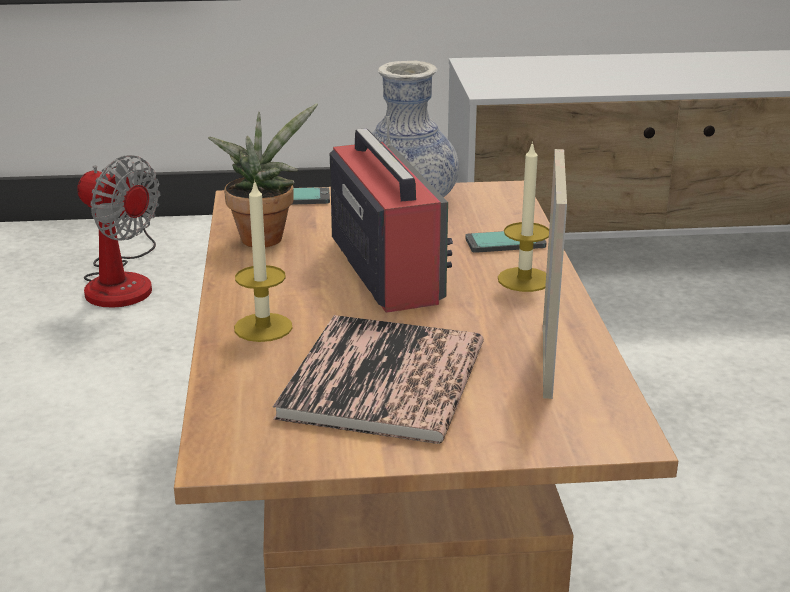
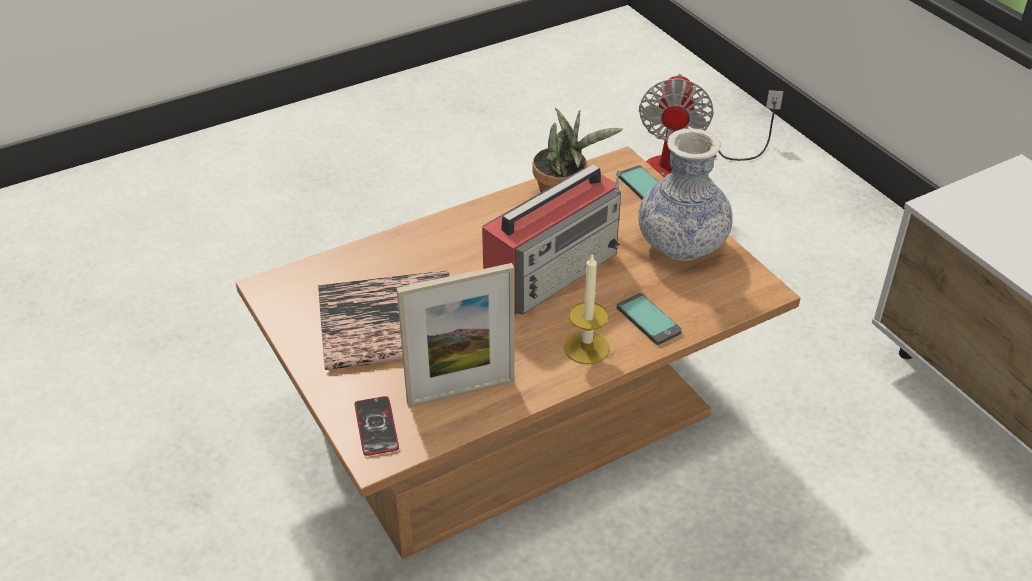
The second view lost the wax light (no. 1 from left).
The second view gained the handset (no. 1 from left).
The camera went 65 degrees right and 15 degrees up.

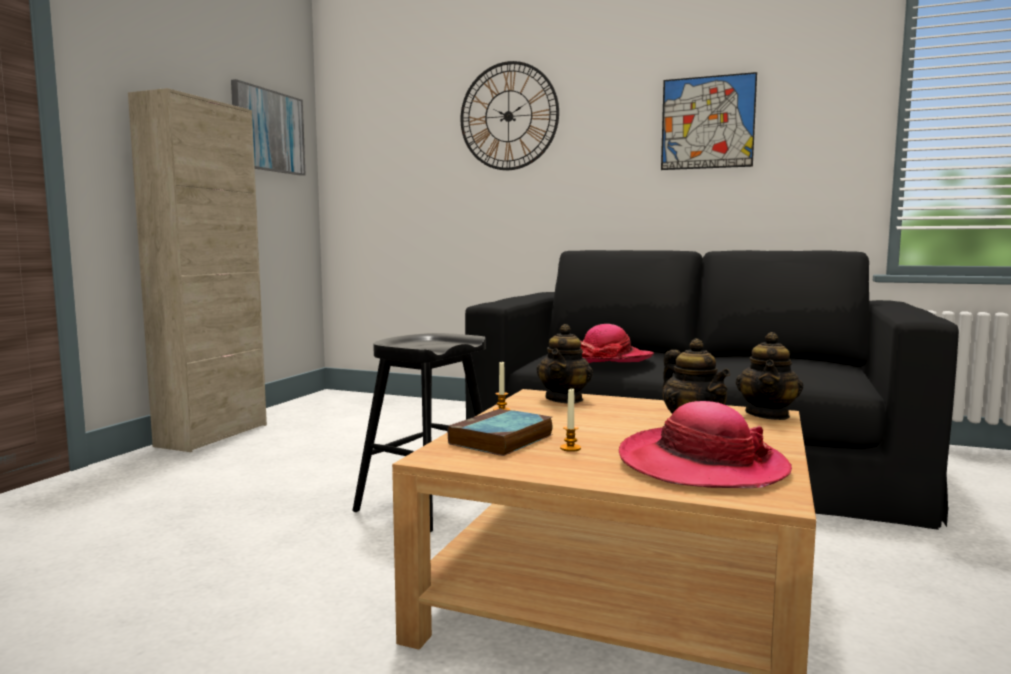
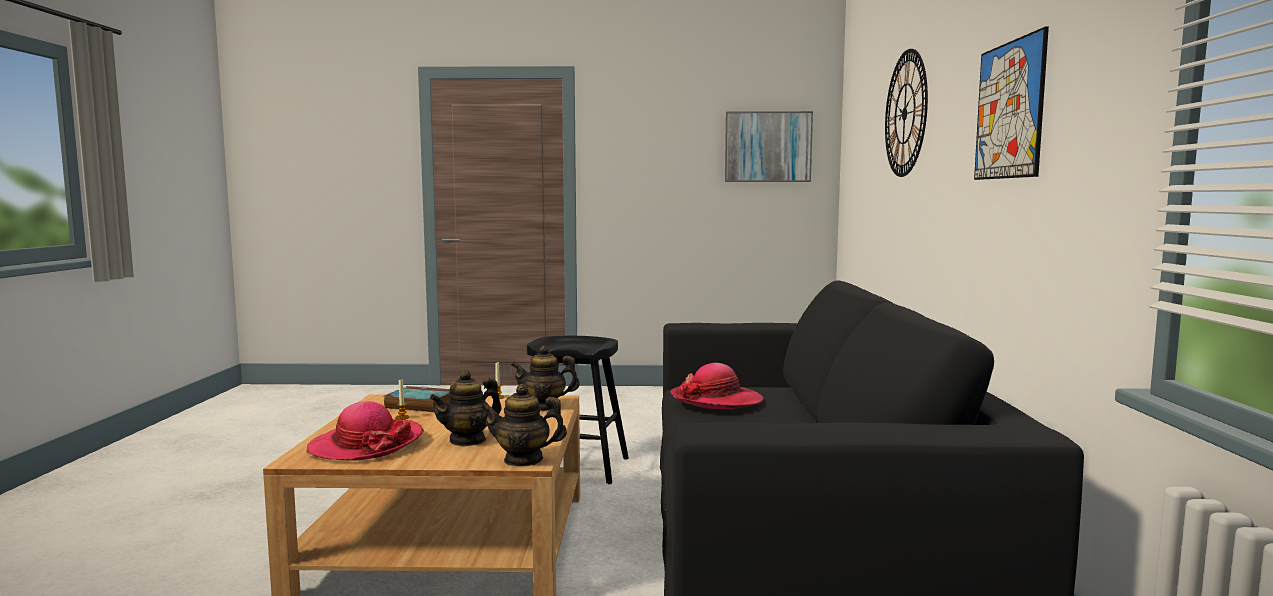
The second view lost the beige-coloured cupboard.
The camera went 70 degrees right and 0 degrees up.

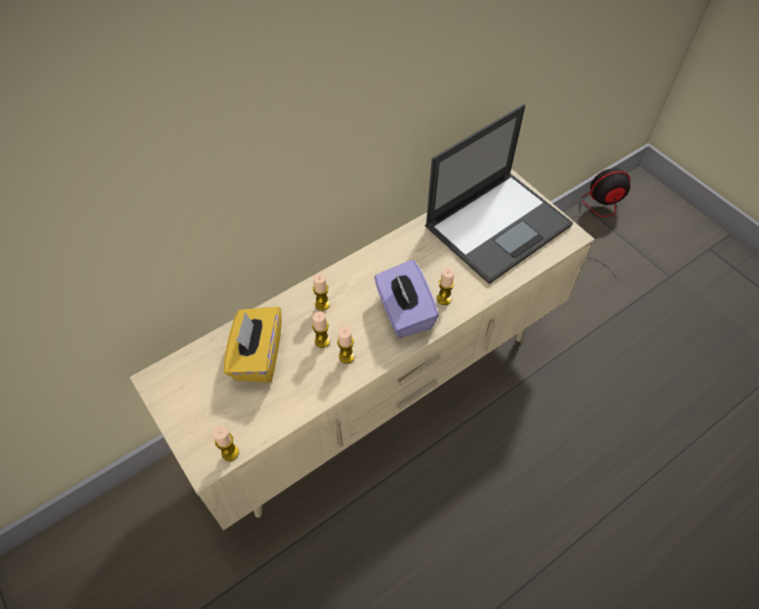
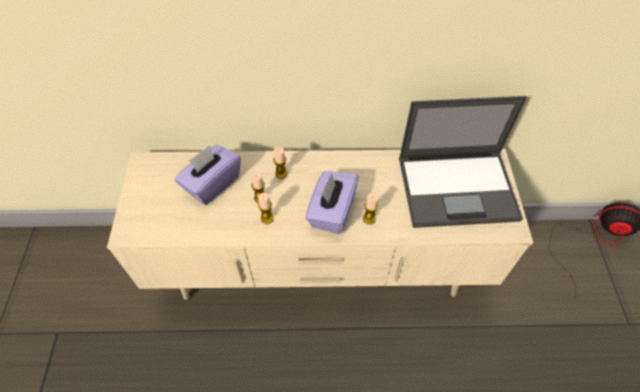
The second view lost the wax light (no. 1 from left).
What was the yellow-coloured box of tissues turned into the purple box of tissues (no. 1 from left).
The camera went 35 degrees right and 0 degrees up.

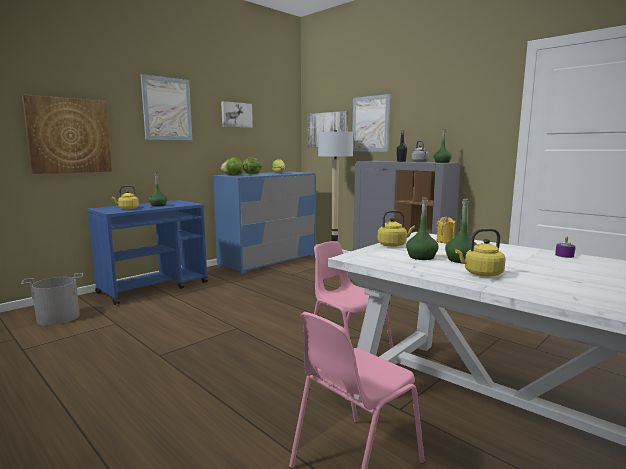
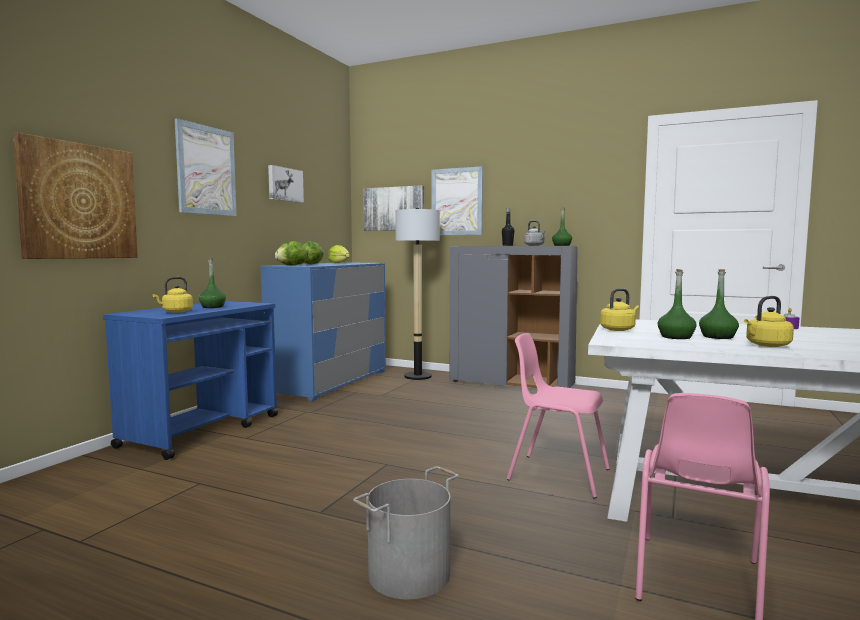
The second view lost the yellow-coloured wax light.
The greyish bucket ended up elsewhere.
The camera went 20 degrees left and 5 degrees down.

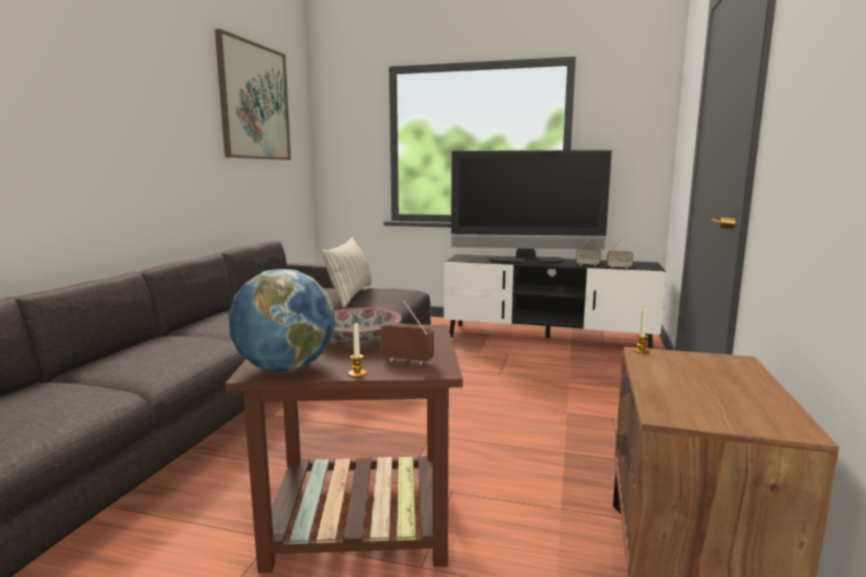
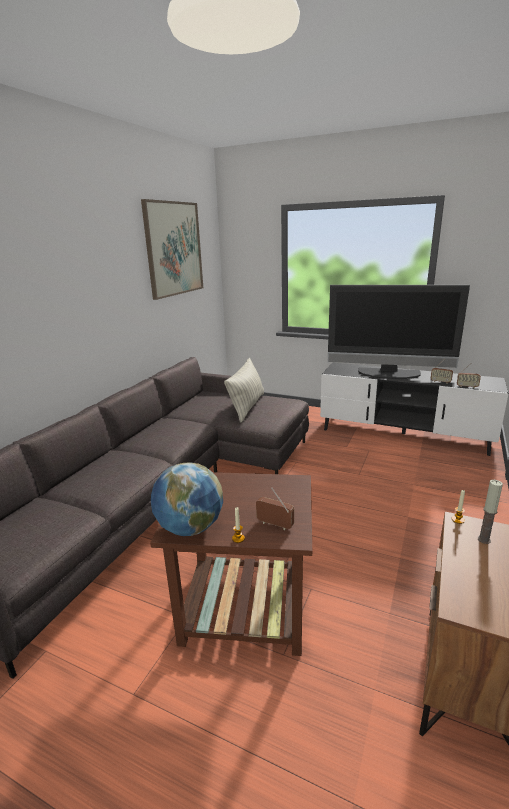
The second view lost the deep dish.
The second view gained the wax light (no. 3 from left).
The camera went 10 degrees right and 10 degrees up.

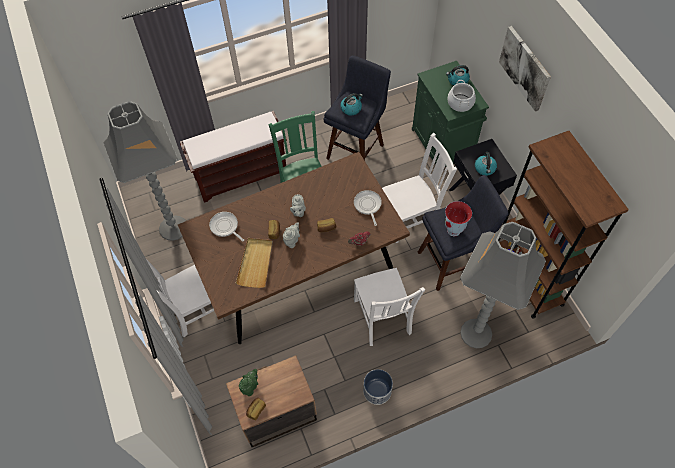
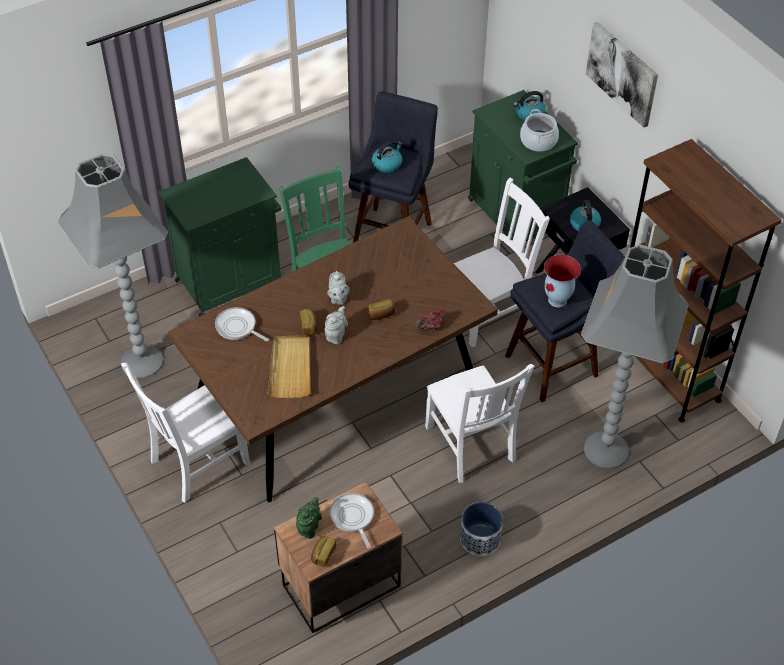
The skillet (no. 2 from left) ended up elsewhere.
Where the brown long seat stood, the greenish cupboard (no. 1 from left) came to stand.
The camera went 10 degrees left and 10 degrees down.

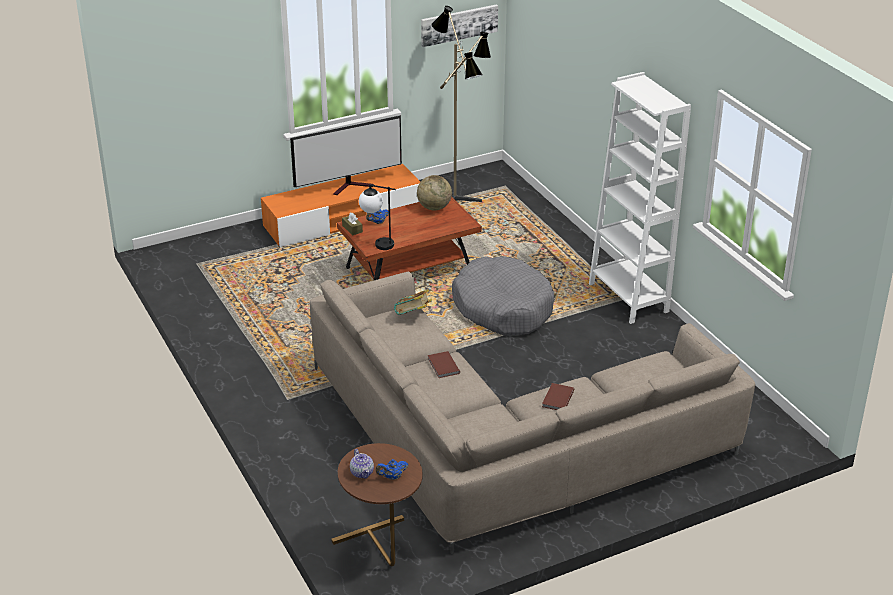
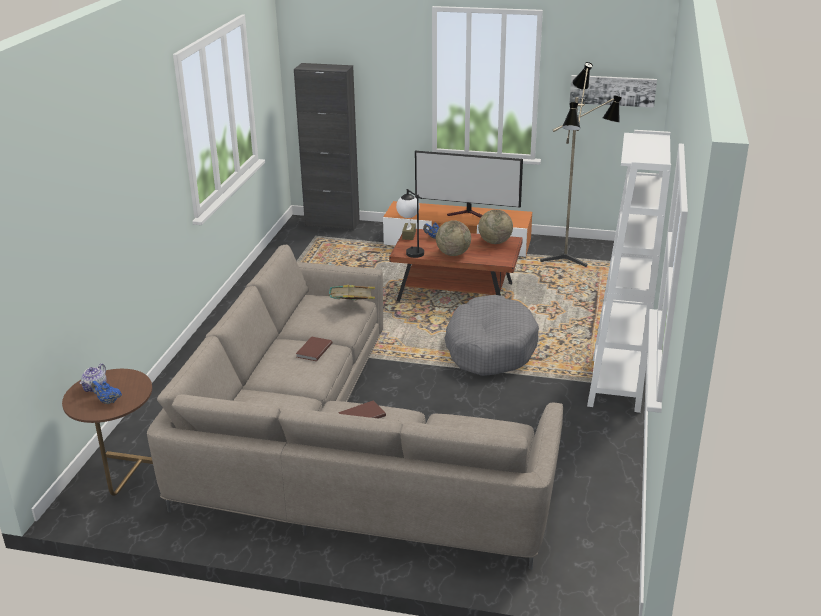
The second view gained the black-coloured cupboard.
The second view gained the desk globe (no. 1 from left).
The camera went 40 degrees right and 5 degrees down.

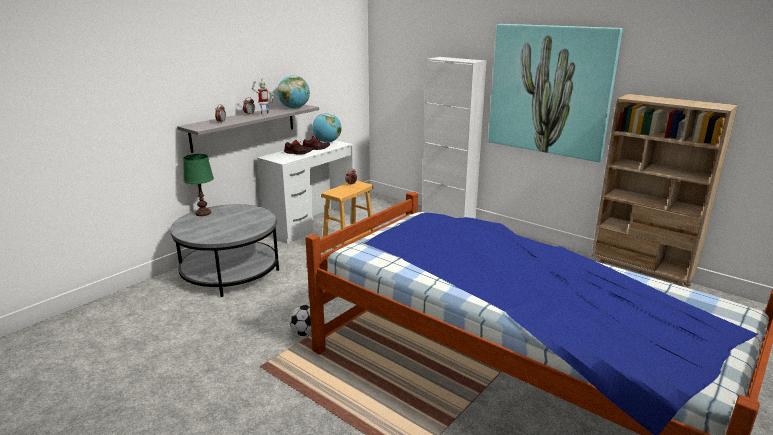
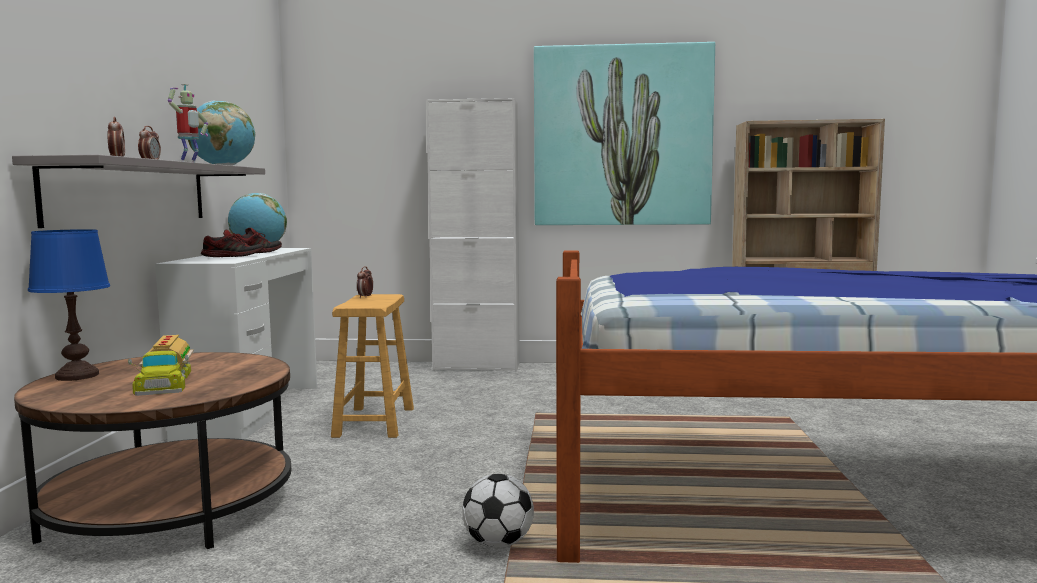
The second view gained the toy lorry.
What was the greyish lounge table turned into the brown lounge table.
What was the greenish lamp for a table turned into the bluish lamp for a table.
The camera went 35 degrees left and 15 degrees down.

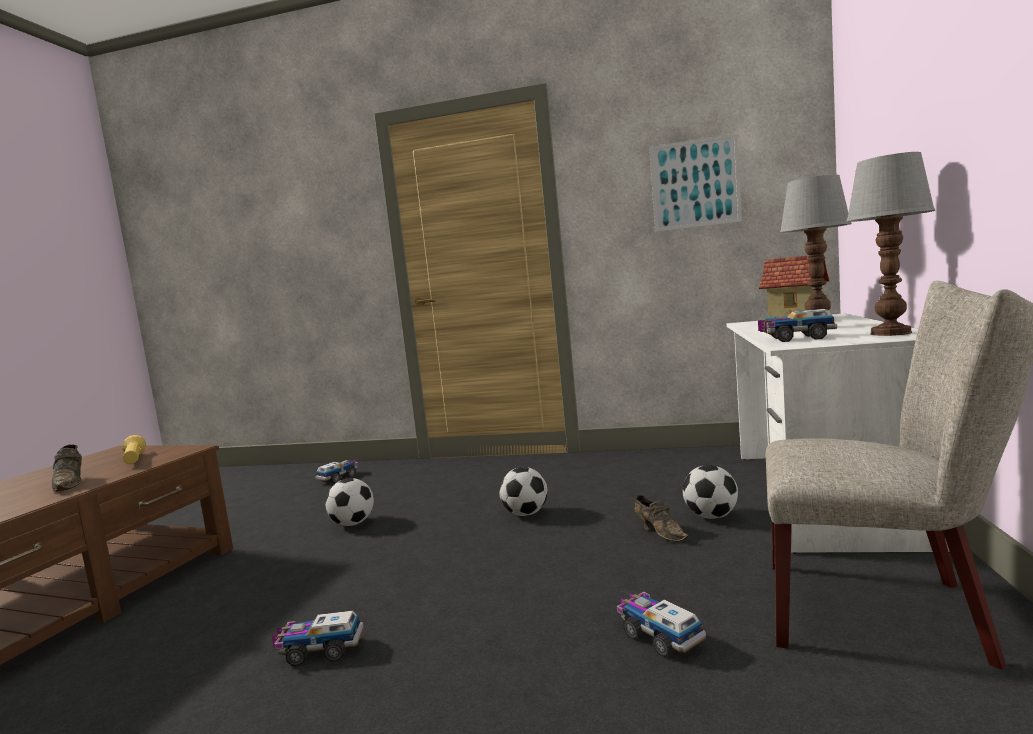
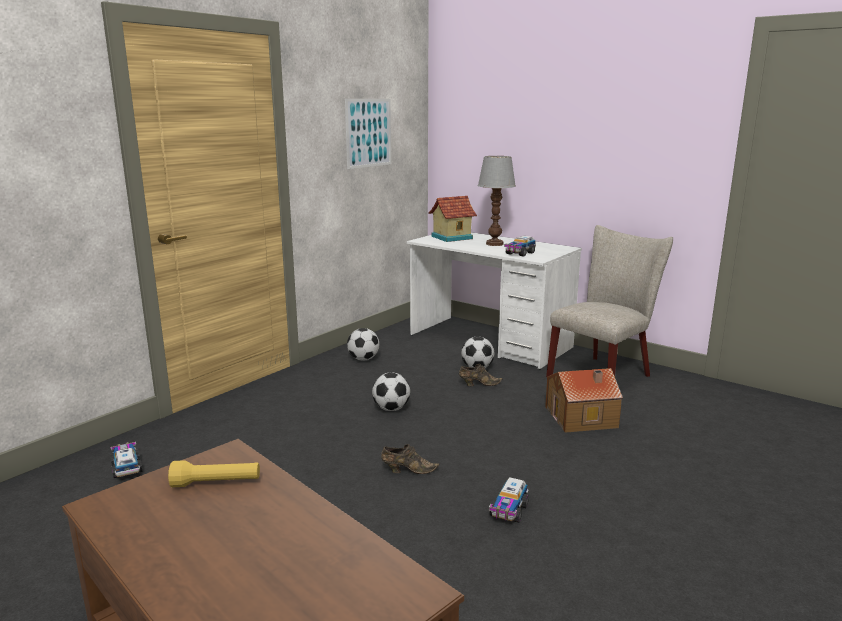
The second view lost the lamp for a table (no. 2 from left).
The brown item of footwear (no. 1 from left) ended up elsewhere.
The ball for football (no. 1 from left) ended up elsewhere.
Where the toy lorry (no. 3 from left) stood, the miniature house (no. 2 from left) came to stand.
The camera went 65 degrees left and 10 degrees up.

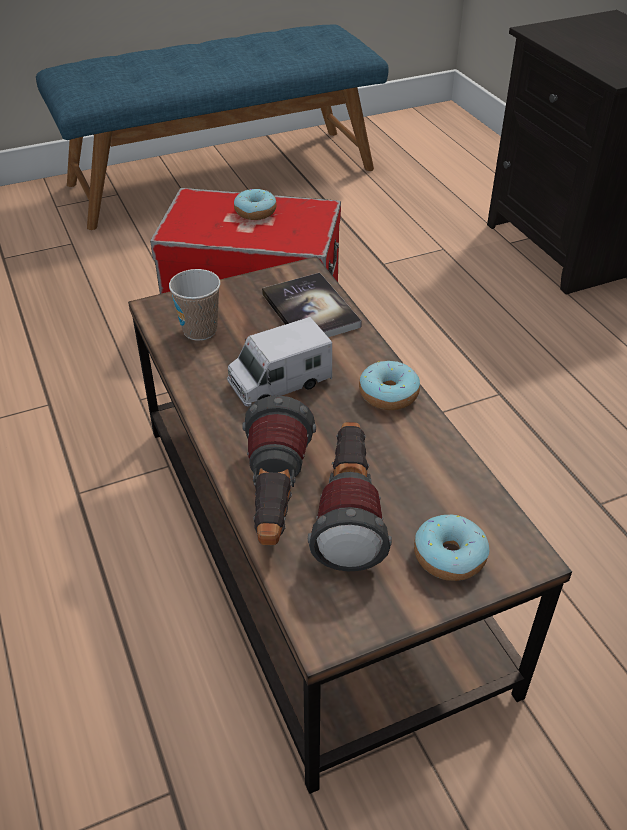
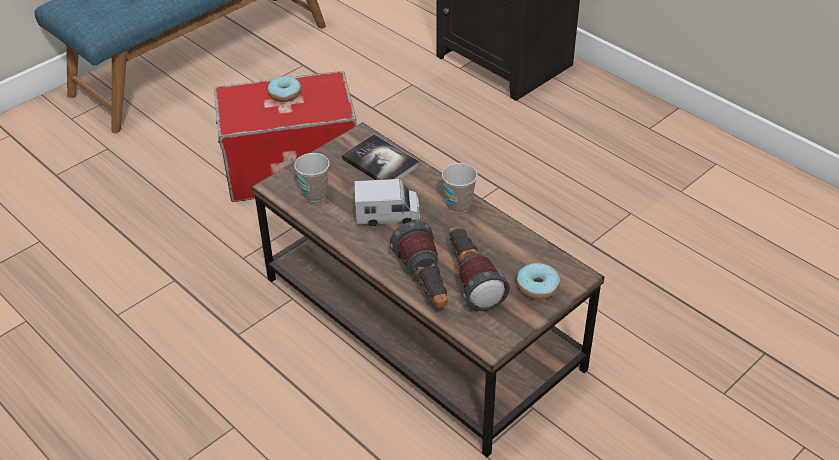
Where the ring doughnut (no. 2 from left) stood, the small cup (no. 2 from left) came to stand.
The toy lorry ended up facing another way, 135 degrees counterclockwise from before.
The camera went 20 degrees left and 0 degrees up.

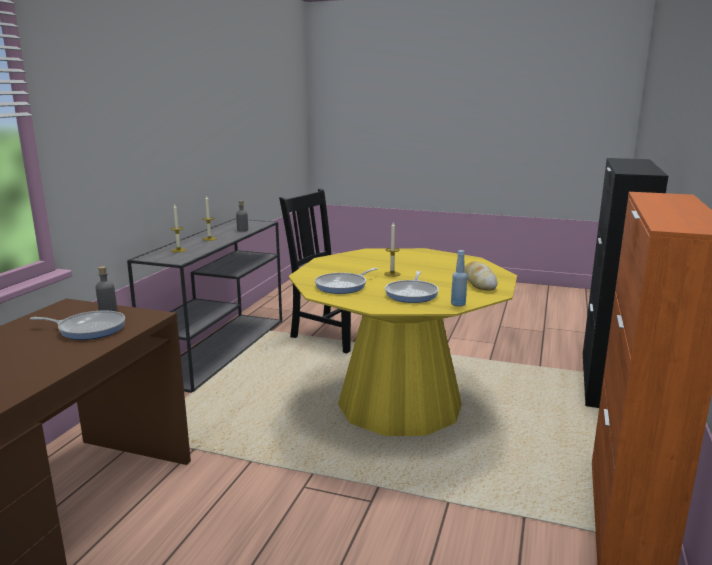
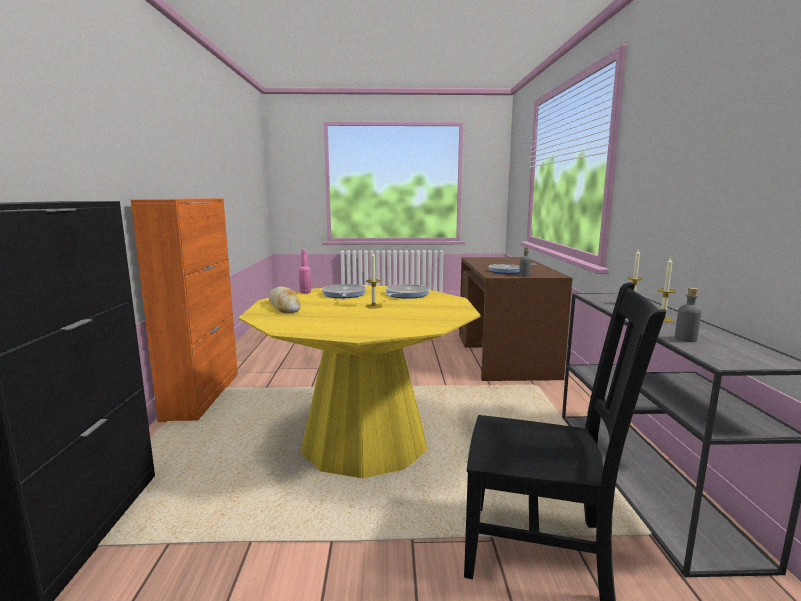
What was the bluish bottle turned into the pink bottle.
The camera went 160 degrees right and 5 degrees down.

